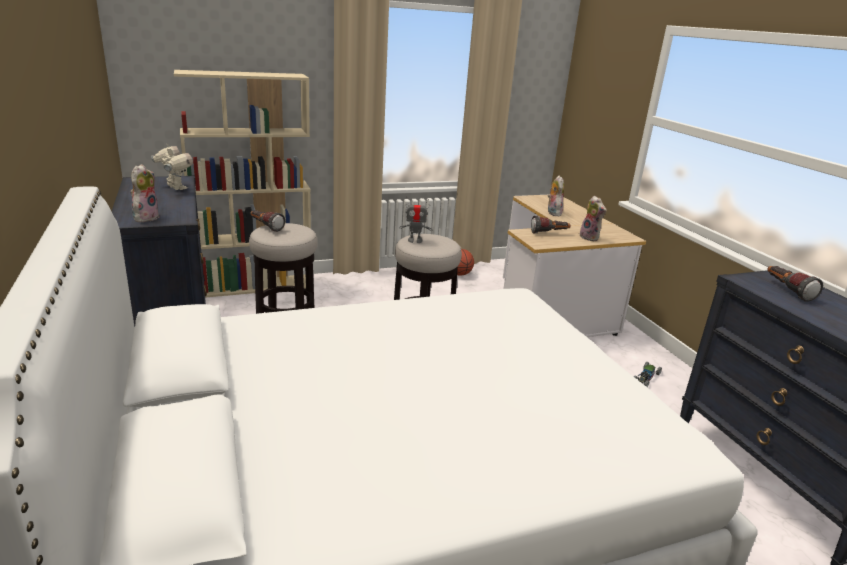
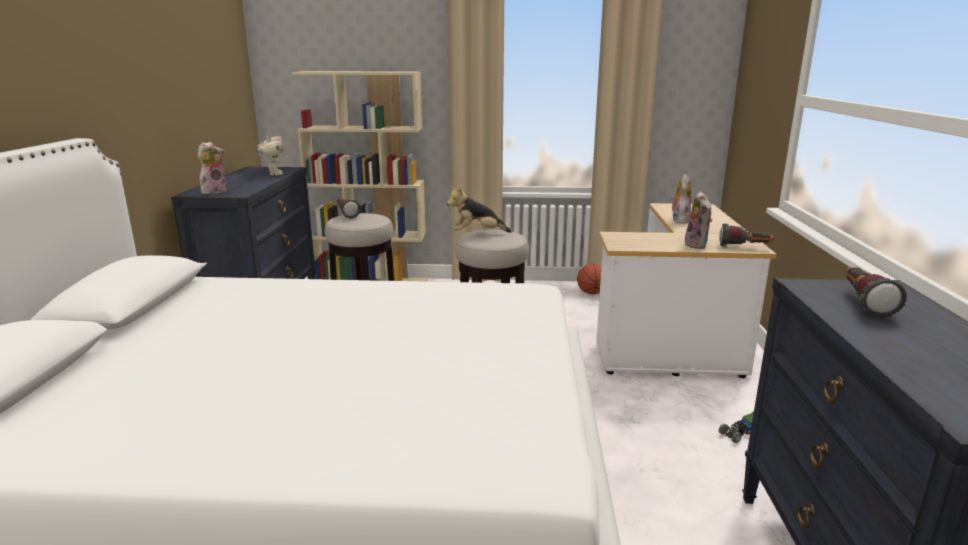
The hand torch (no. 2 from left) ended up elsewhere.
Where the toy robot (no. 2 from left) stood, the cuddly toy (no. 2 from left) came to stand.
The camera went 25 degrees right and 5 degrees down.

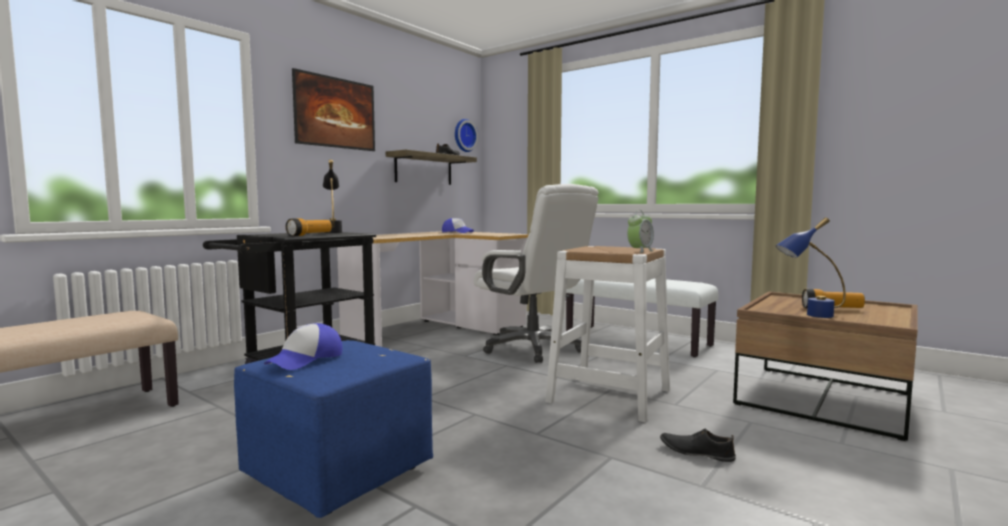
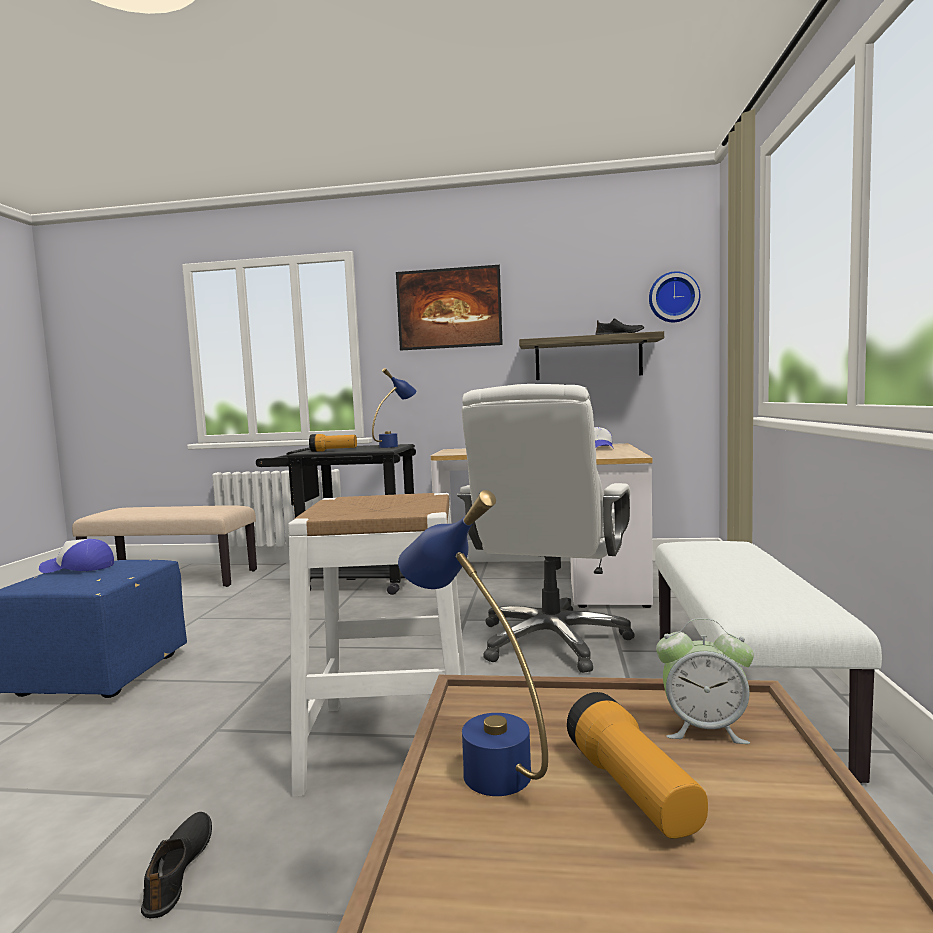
The alarm clock ended up elsewhere.
What was the black-coloured lamp for a table turned into the bluish lamp for a table (no. 1 from left).
The camera went 60 degrees right and 0 degrees up.

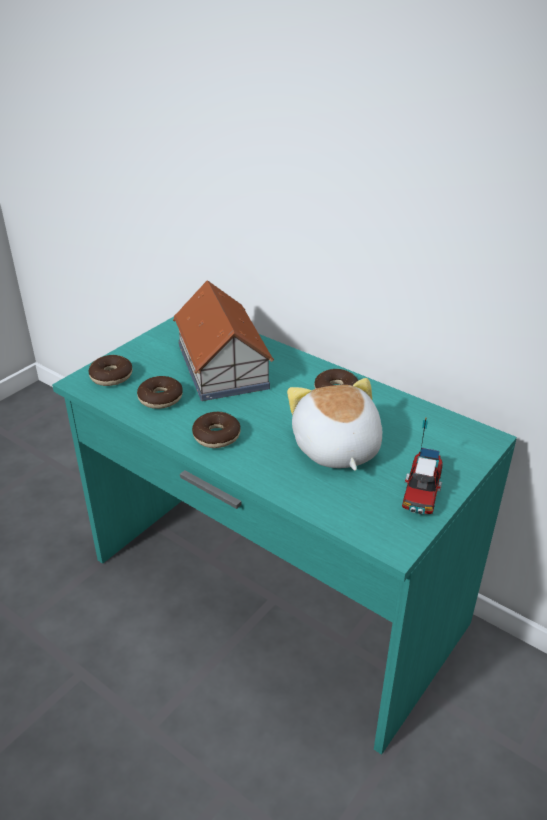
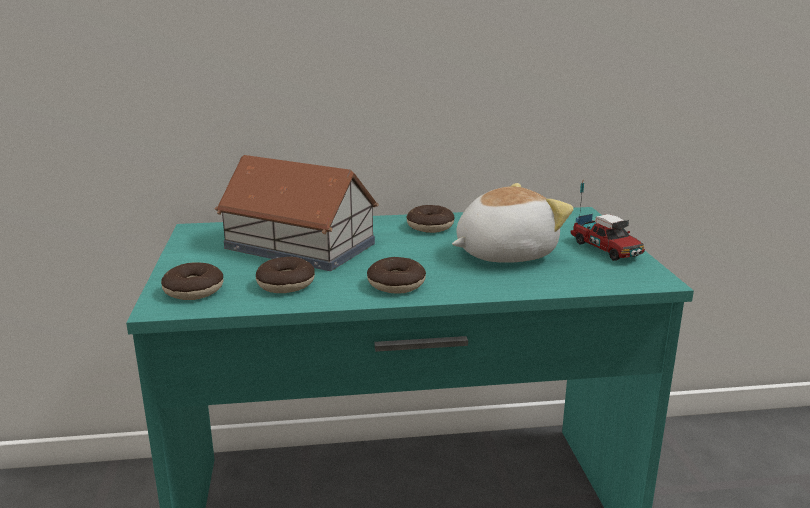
The cuddly toy ended up facing another way, 120 degrees clockwise from before.
The camera went 45 degrees left and 15 degrees down.

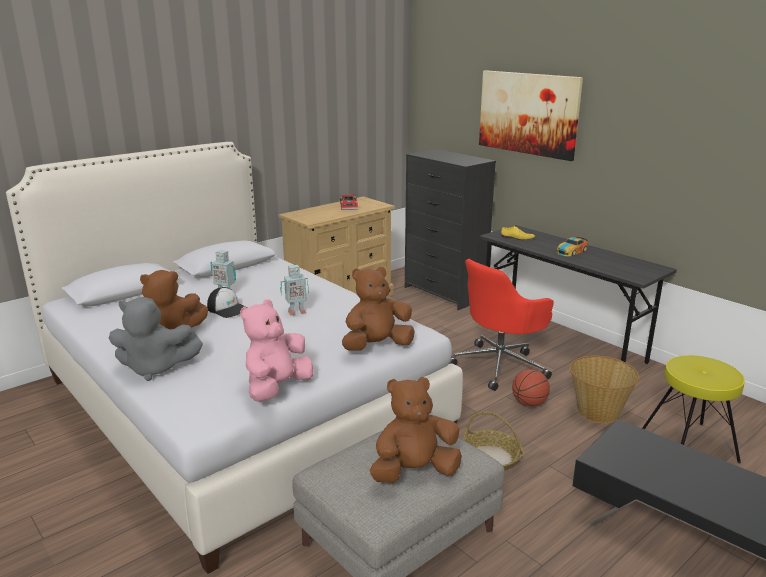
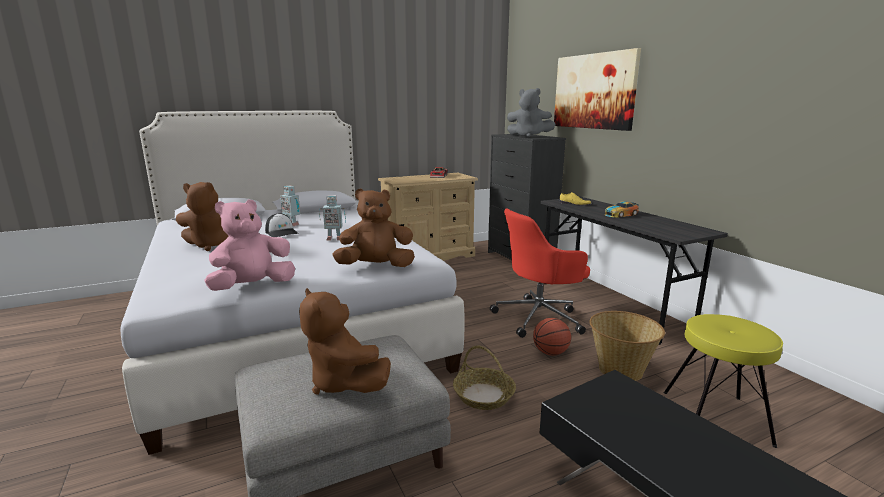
The greyish cuddly toy ended up elsewhere.
The brown cuddly toy (no. 3 from left in the first image) ended up facing another way, 120 degrees counterclockwise from before.
The camera went 15 degrees right and 5 degrees down.

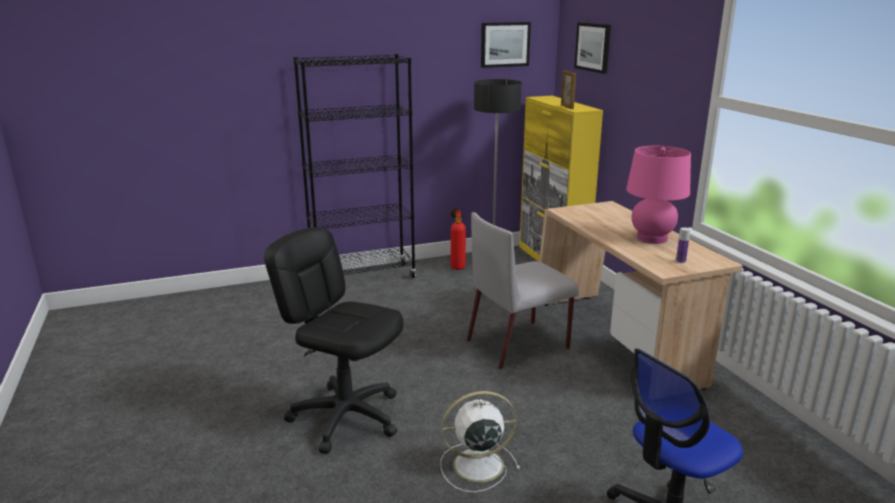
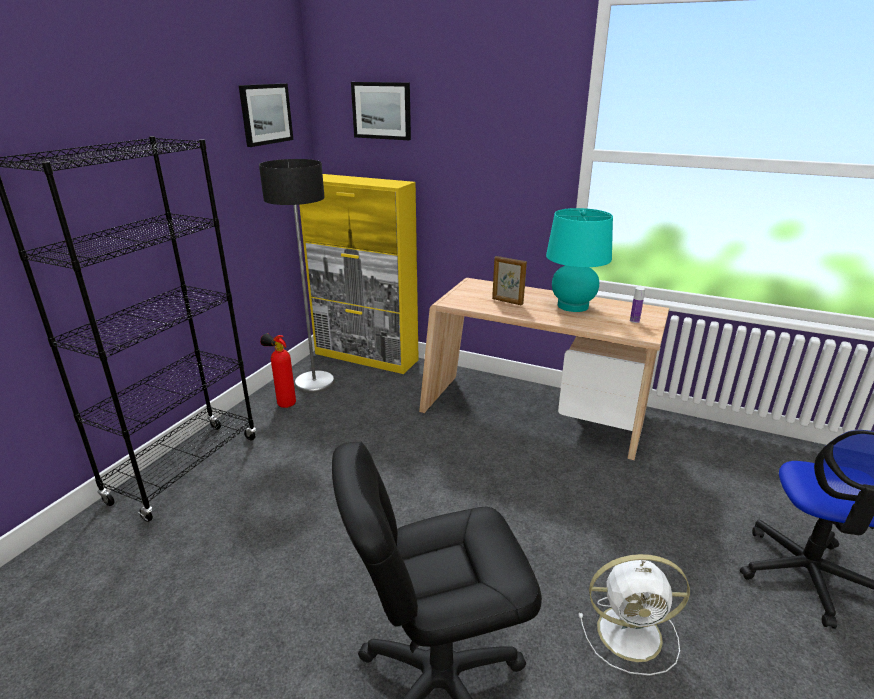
The second view lost the greyish upright chair.
The picture frame ended up elsewhere.
What was the pink lamp for a table turned into the turquoise lamp for a table.
The white-coloured electric fan ended up facing another way, 120 degrees counterclockwise from before.
The camera went 45 degrees left and 5 degrees up.

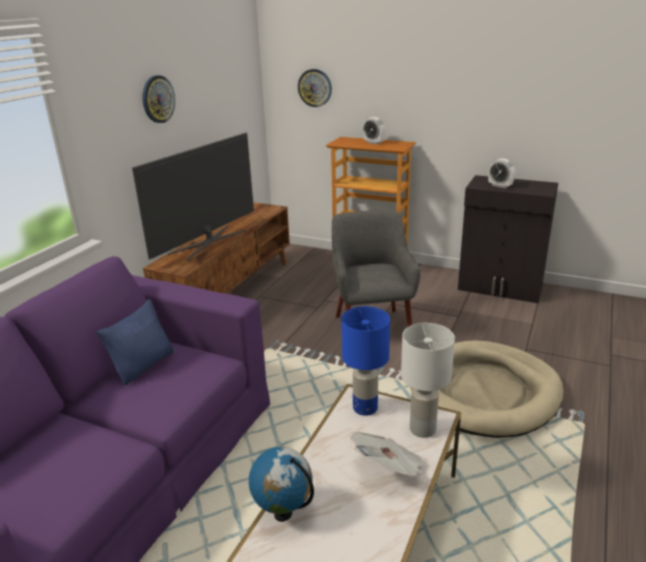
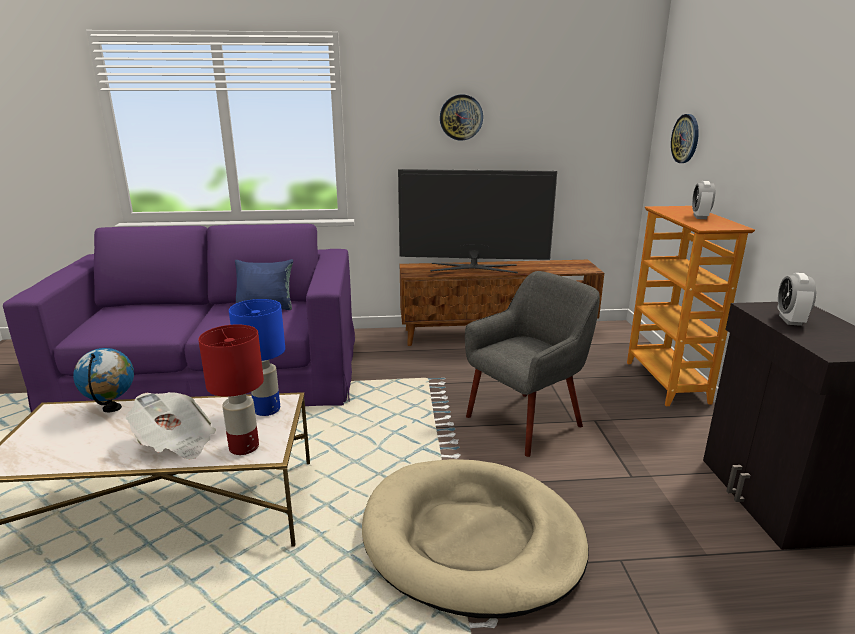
What was the white-coloured lamp for a table turned into the red-coloured lamp for a table.
The camera went 60 degrees right and 5 degrees down.

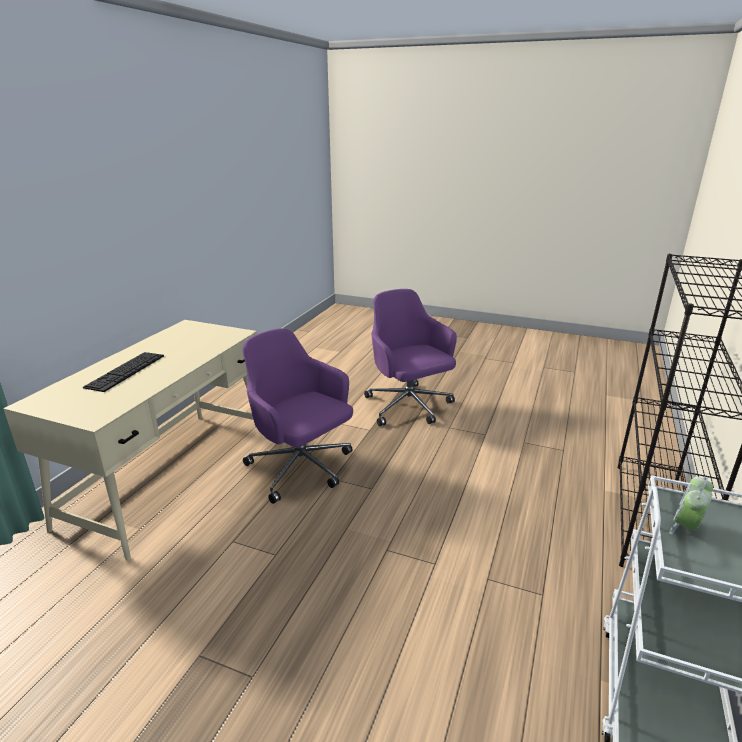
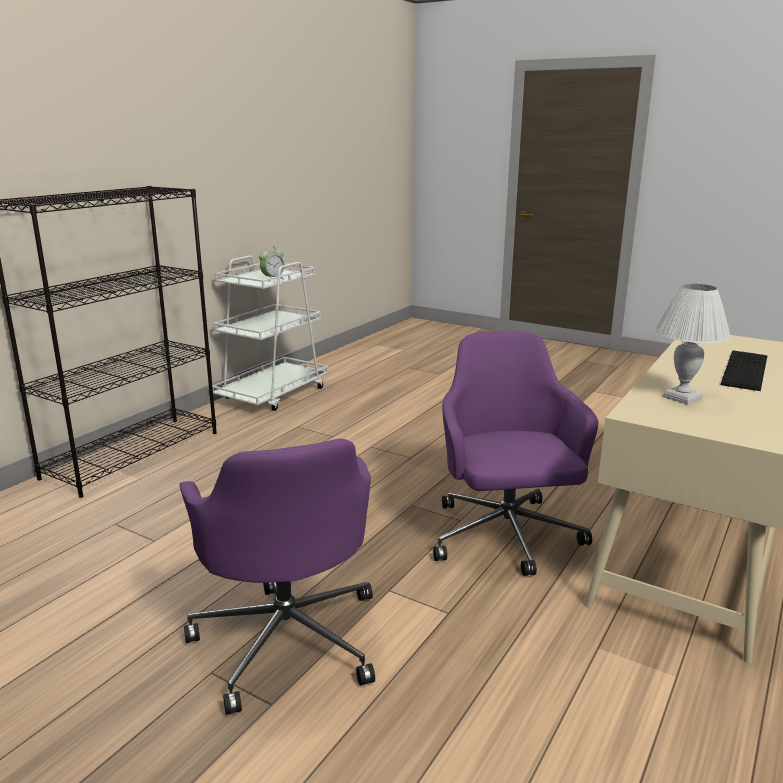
The second view gained the white-coloured lamp for a table.
The purple desk chair (no. 1 from left in the first image) ended up facing another way, 150 degrees counterclockwise from before.
The camera went 170 degrees left and 5 degrees down.

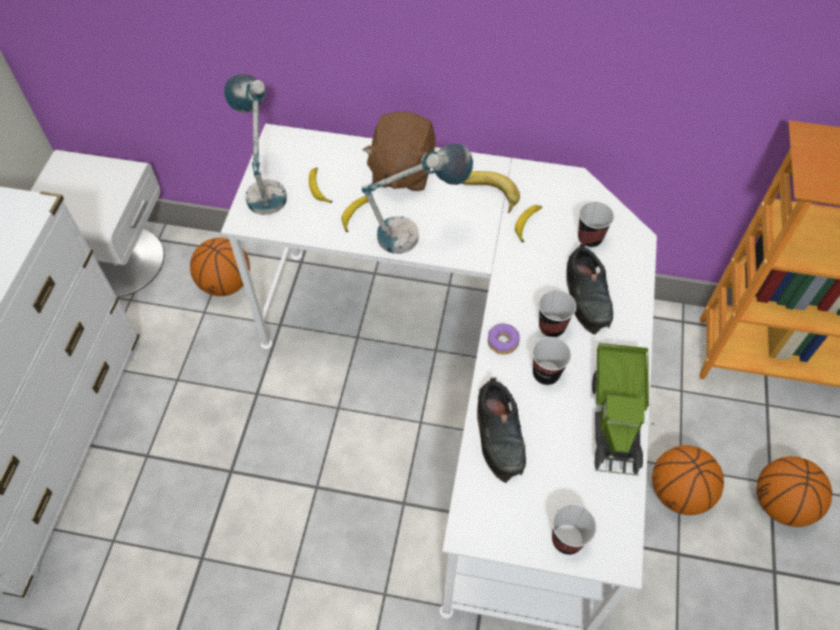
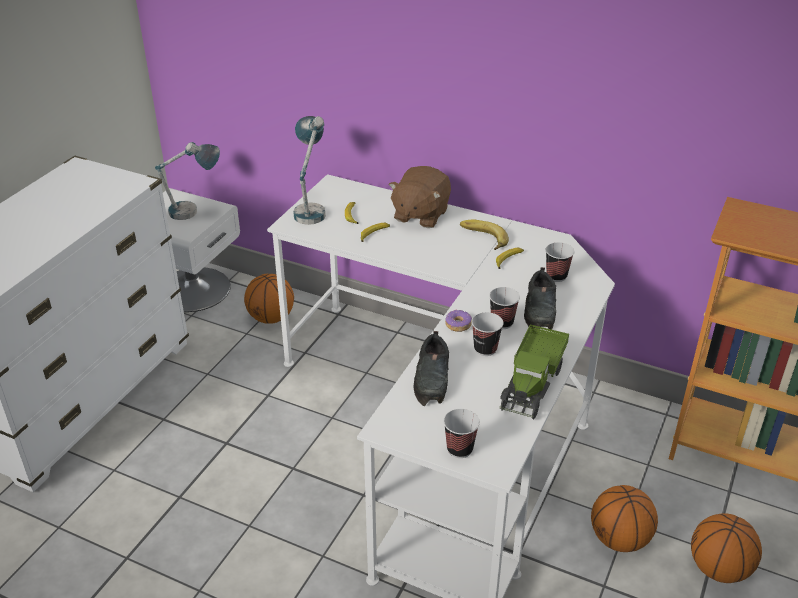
The lamp for a table (no. 2 from left in the first image) ended up elsewhere.
The camera went 15 degrees right and 20 degrees down.

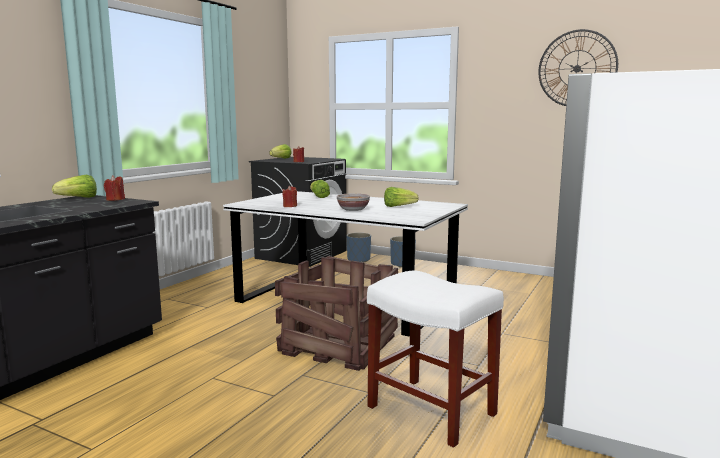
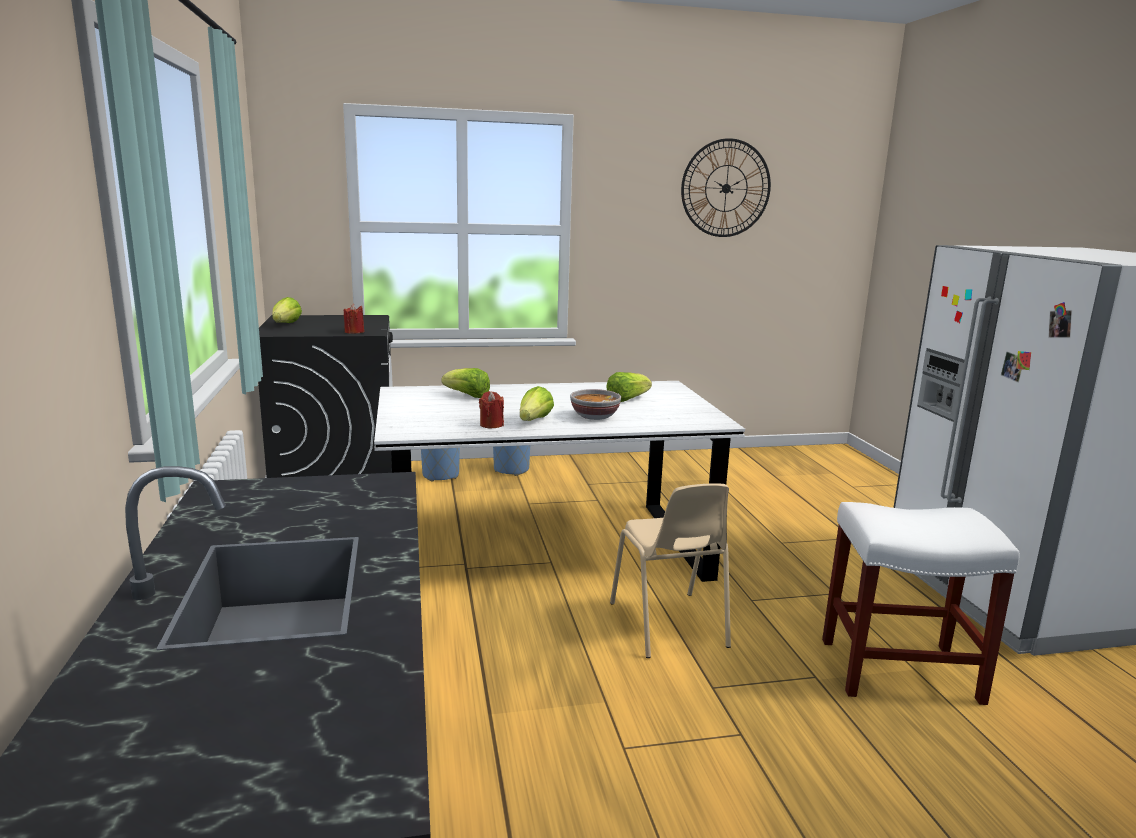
The second view lost the red-coloured wax light (no. 1 from left).
The head of lettuce (no. 1 from left in the first image) ended up elsewhere.
Where the shipping crate stood, the beige-coloured upright chair came to stand.
The camera went 40 degrees left and 5 degrees up.

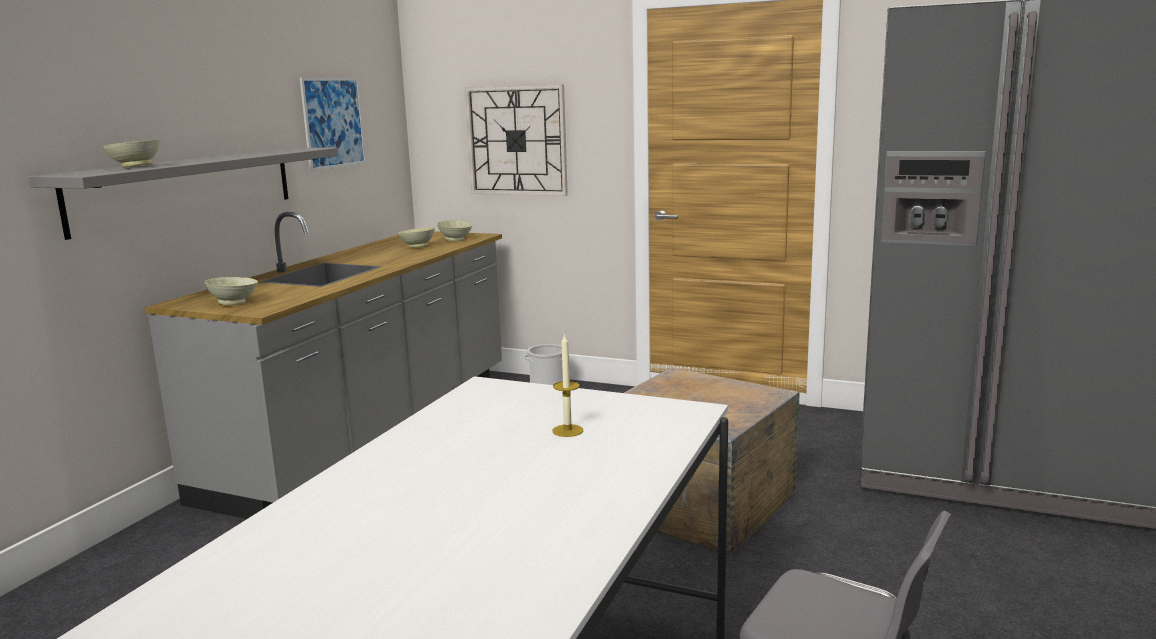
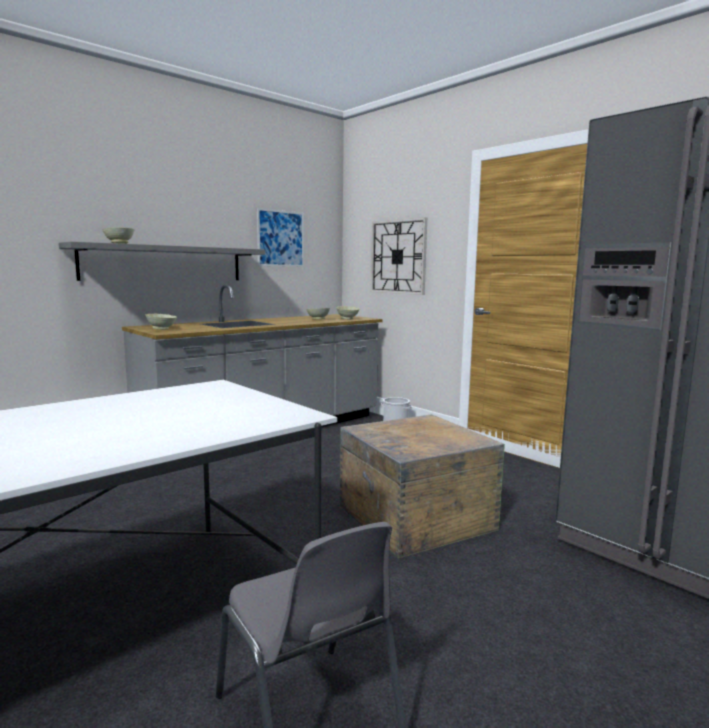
The second view lost the wax light.
The camera went 25 degrees right and 5 degrees down.

